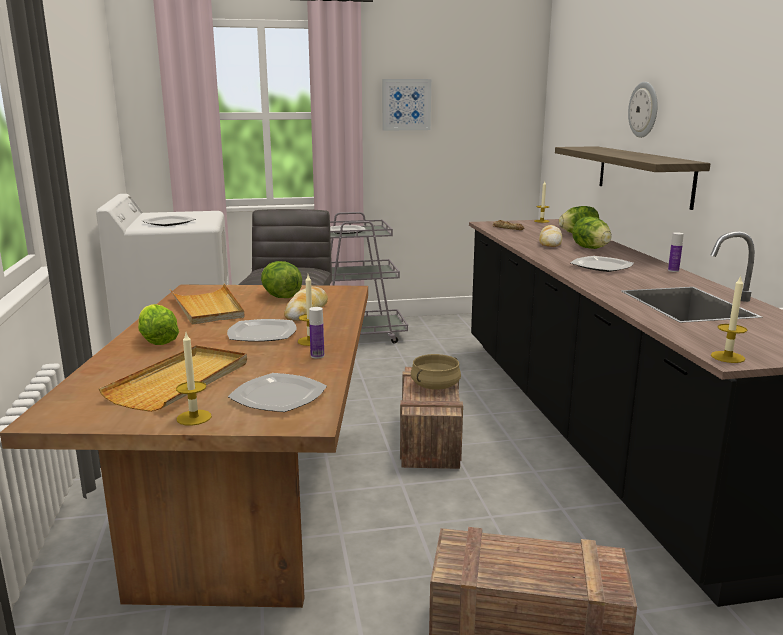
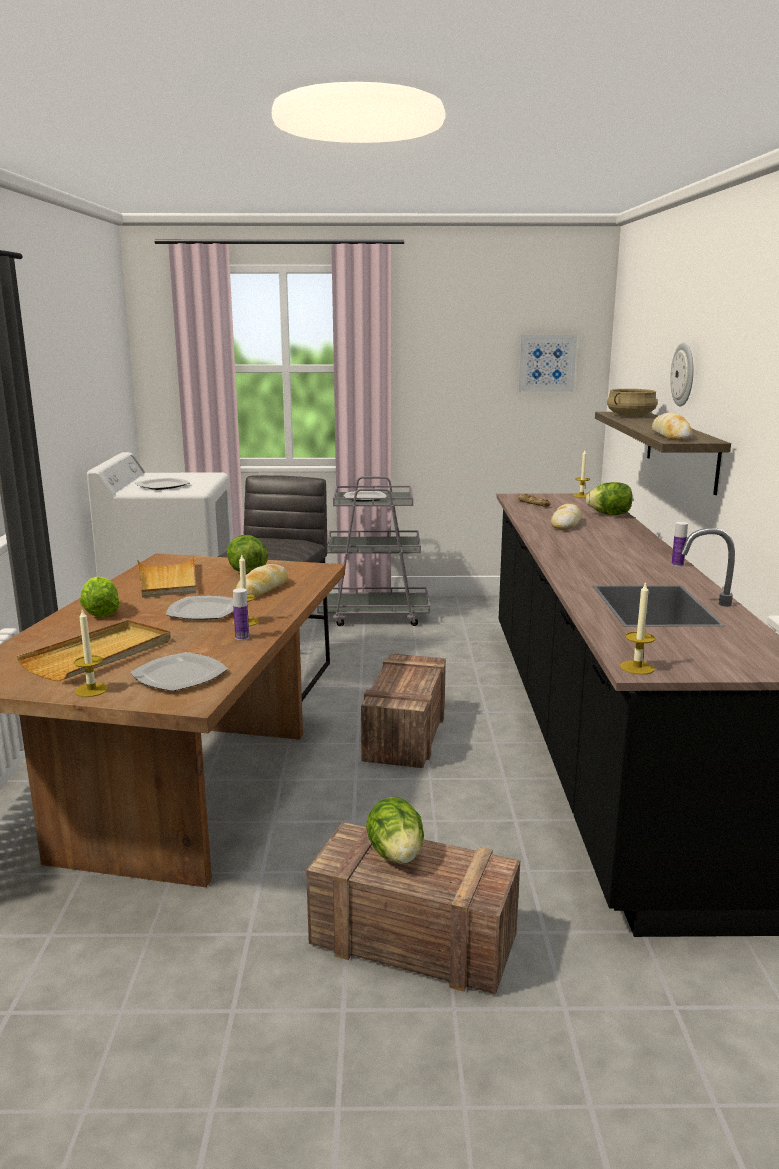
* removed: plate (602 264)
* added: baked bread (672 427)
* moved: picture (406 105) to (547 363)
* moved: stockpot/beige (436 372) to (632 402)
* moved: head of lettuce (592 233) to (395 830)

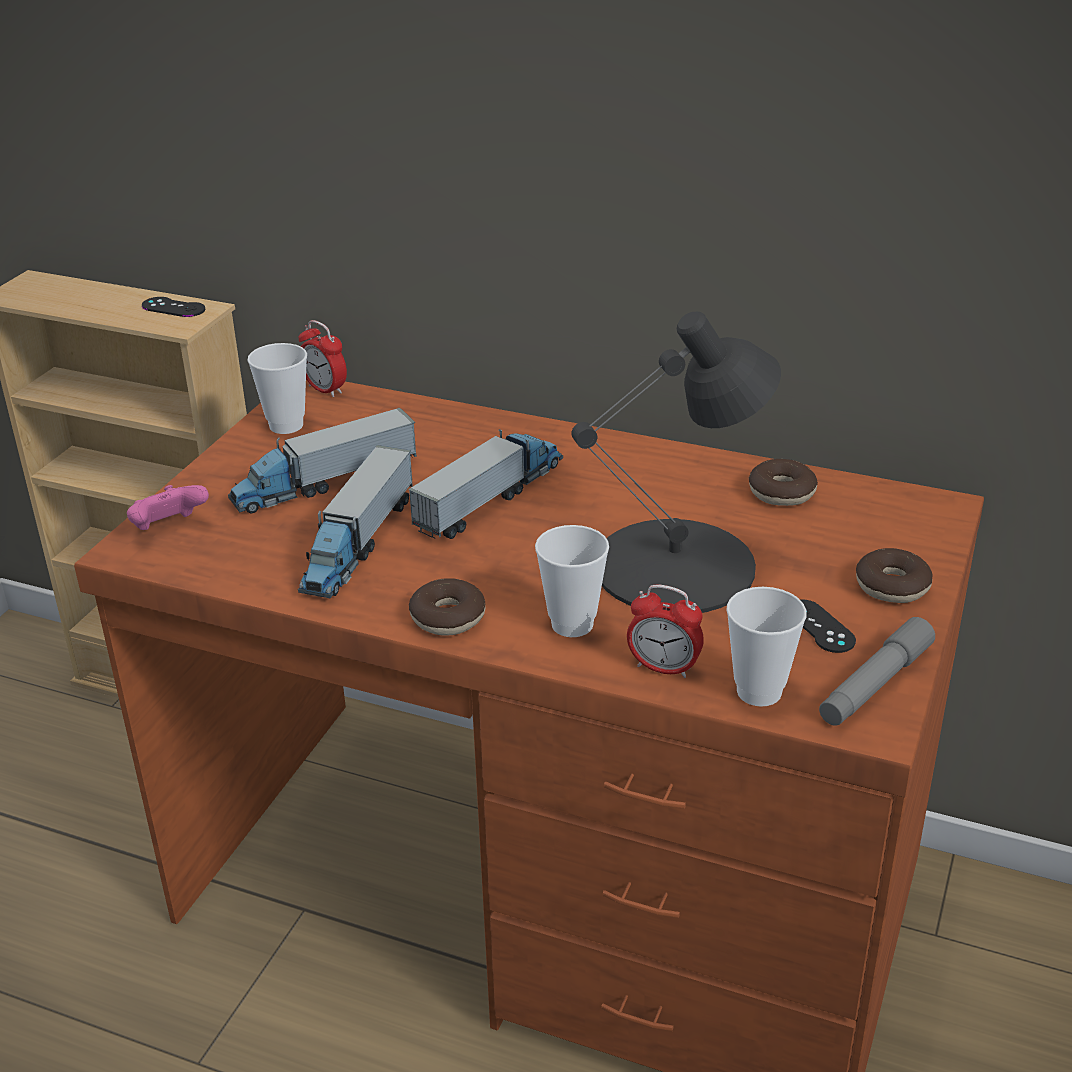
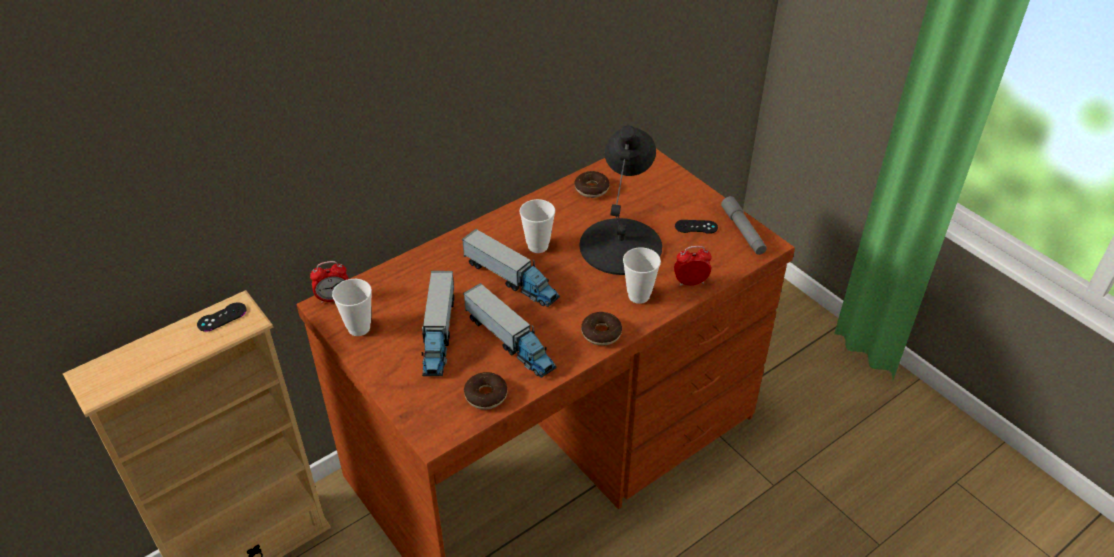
* removed: gamepad/pink (168 507)
* moved: drinking cup (766 647) to (537 226)
* moved: ring doughnut (894 575) to (486 391)
* turned: toy lorry (485 484) = (511 268) 150 degrees clockwise
* turned: table clock (665 631) = (693 266) 150 degrees counterclockwise

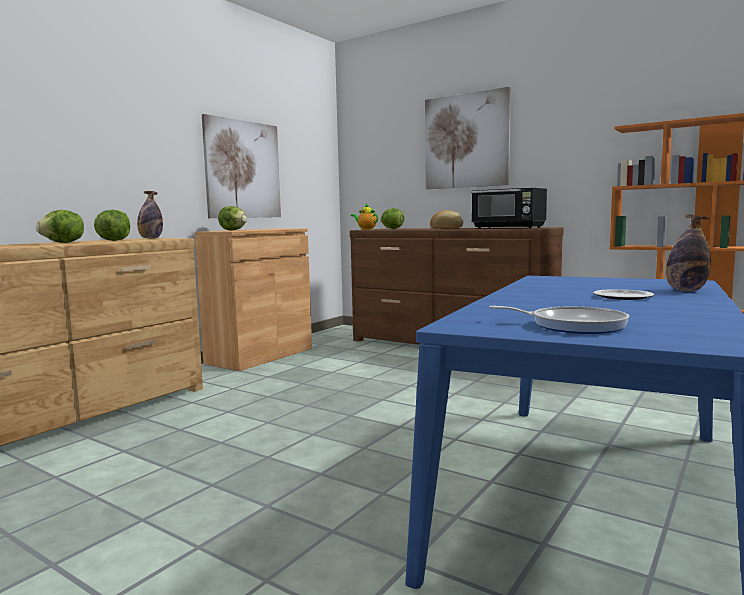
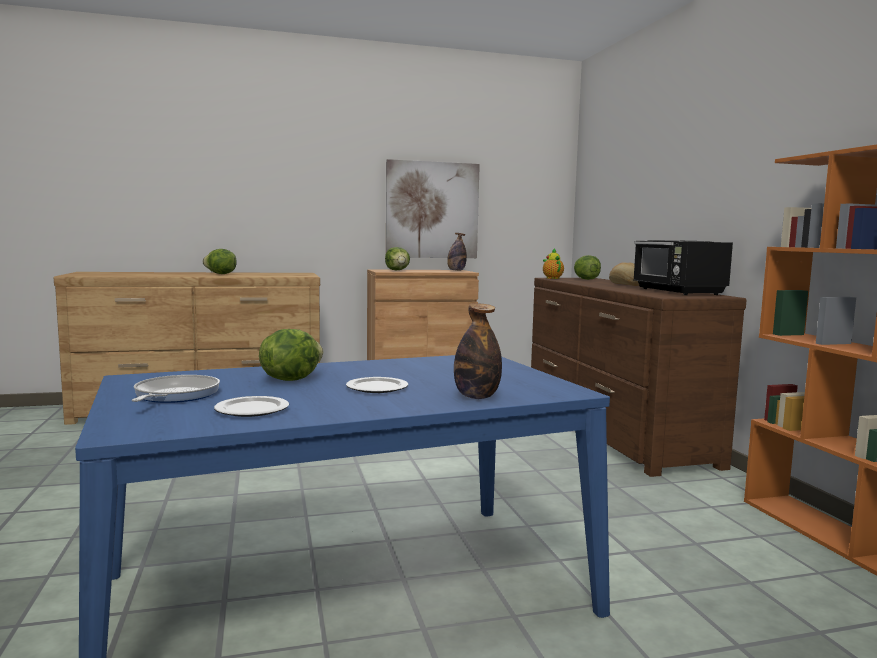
* removed: picture (468 138)
* added: plate (251 406)
* moved: head of lettuce (112 225) to (291 355)
* moved: drink bottle (150 214) to (457 252)
* turned: frying pan (559 320) = (176 389) 150 degrees counterclockwise

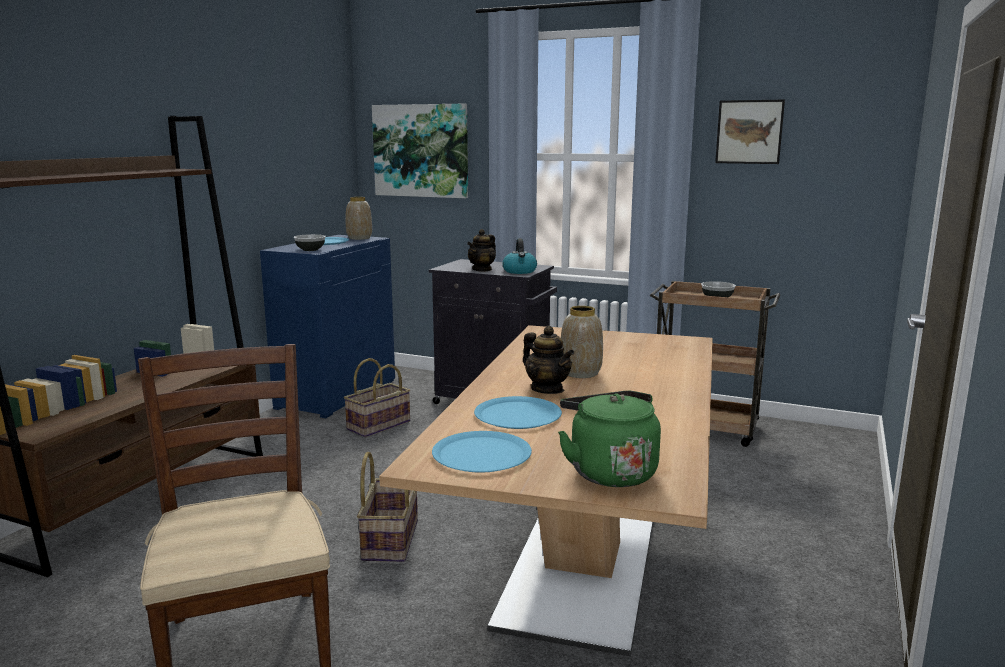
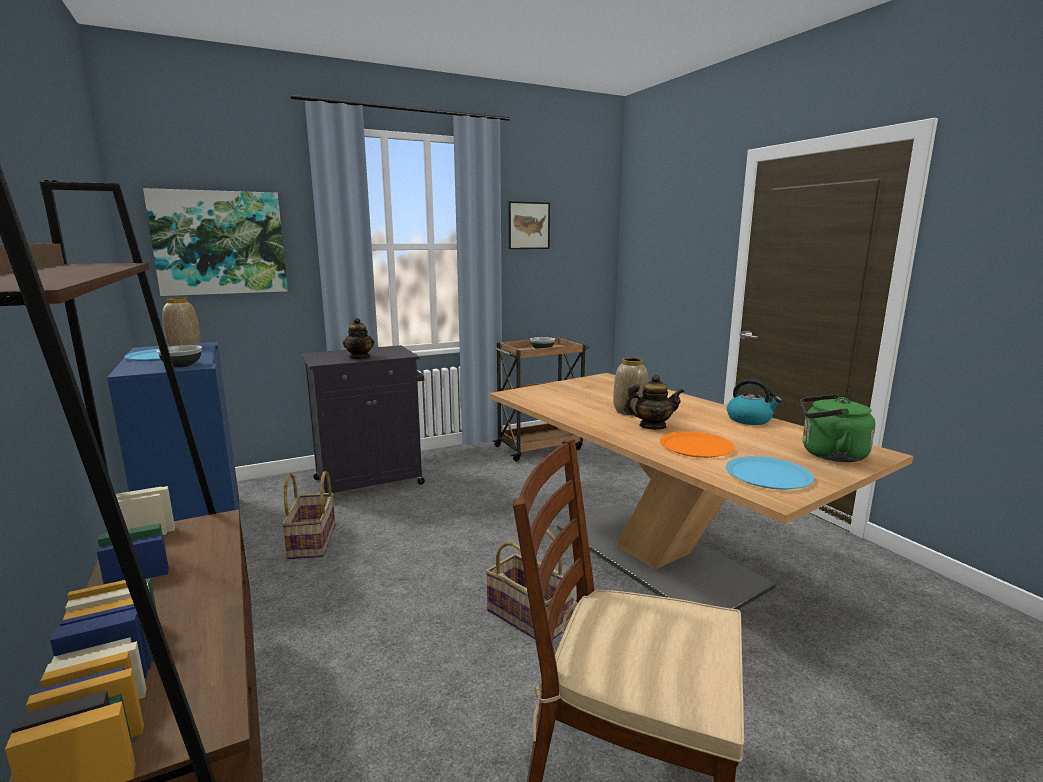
* moved: kettle (519 256) to (754 402)
* recoloured: plate/blue (518 412) to plate/orange (697 445)

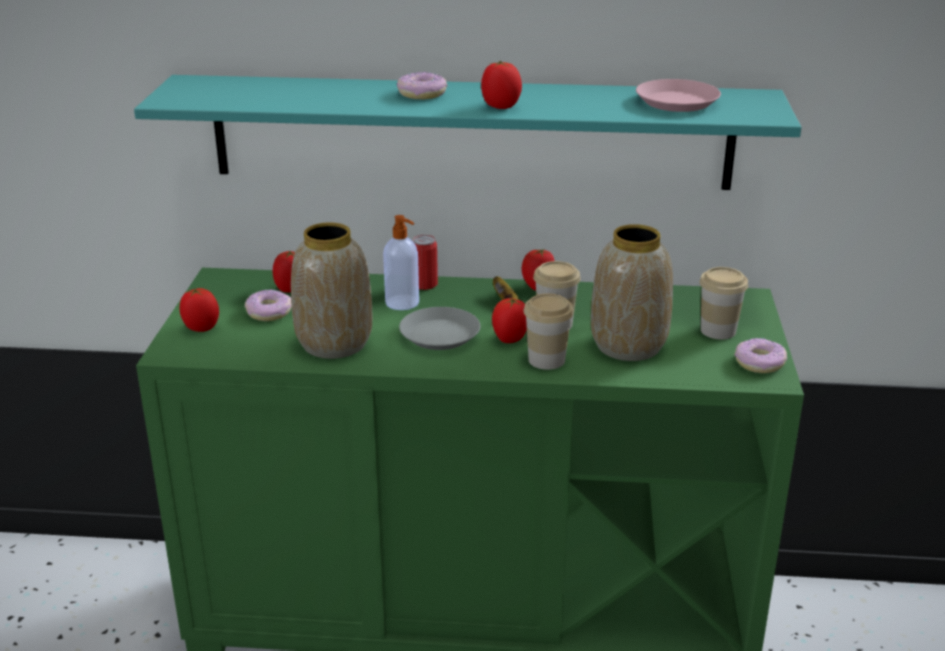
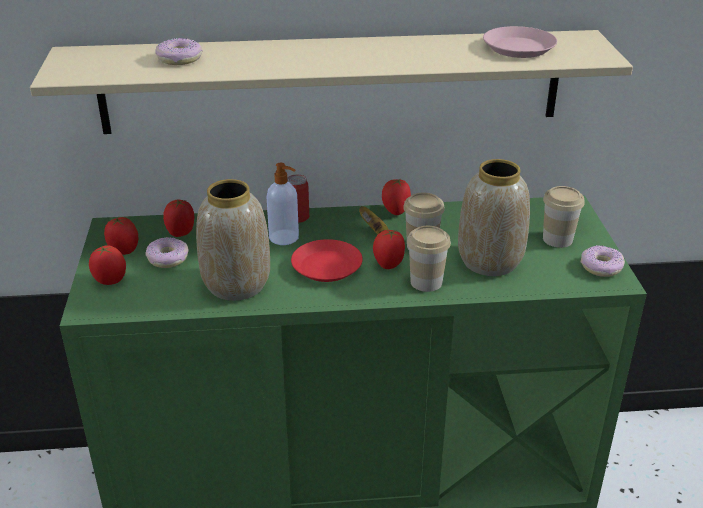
* moved: ring doughnut (422 85) to (179 51)
* moved: tomato (501 85) to (121 236)
* recoloured: bracket shelf/turquoise (468 132) to bracket shelf/beige (331 82)
* recoloured: plate/greyish (439 328) to plate/reddish (327 260)

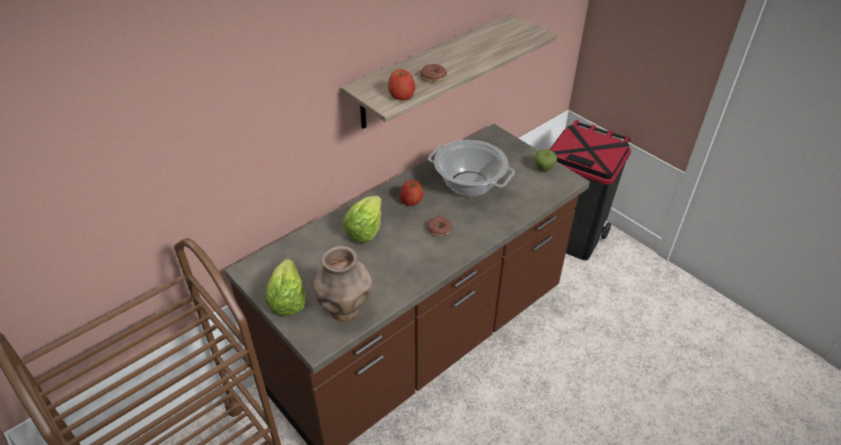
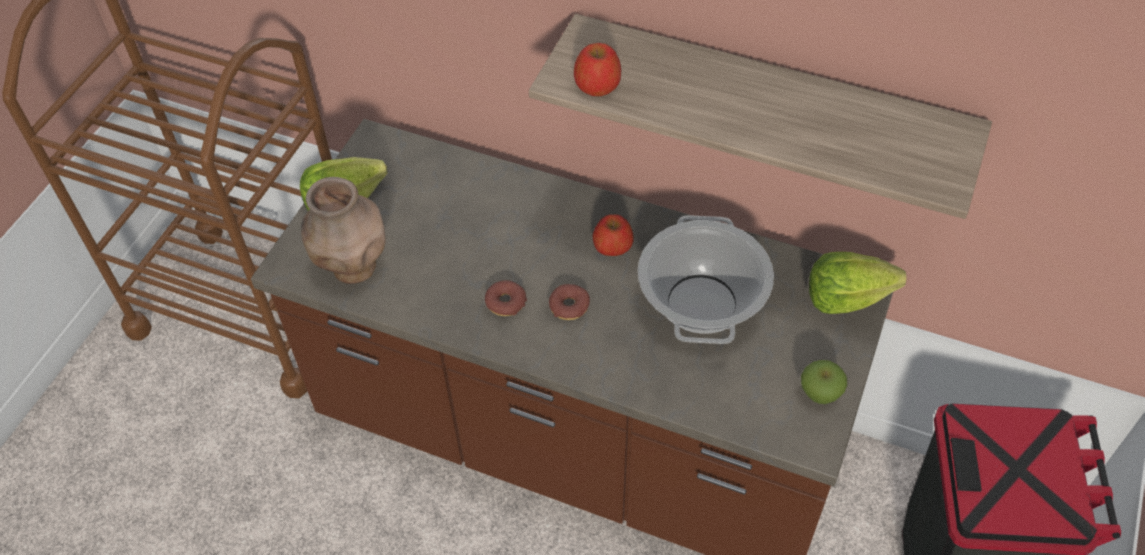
* moved: head of lettuce (362 218) to (857 283)
* moved: ring doughnut (434 73) to (506 298)

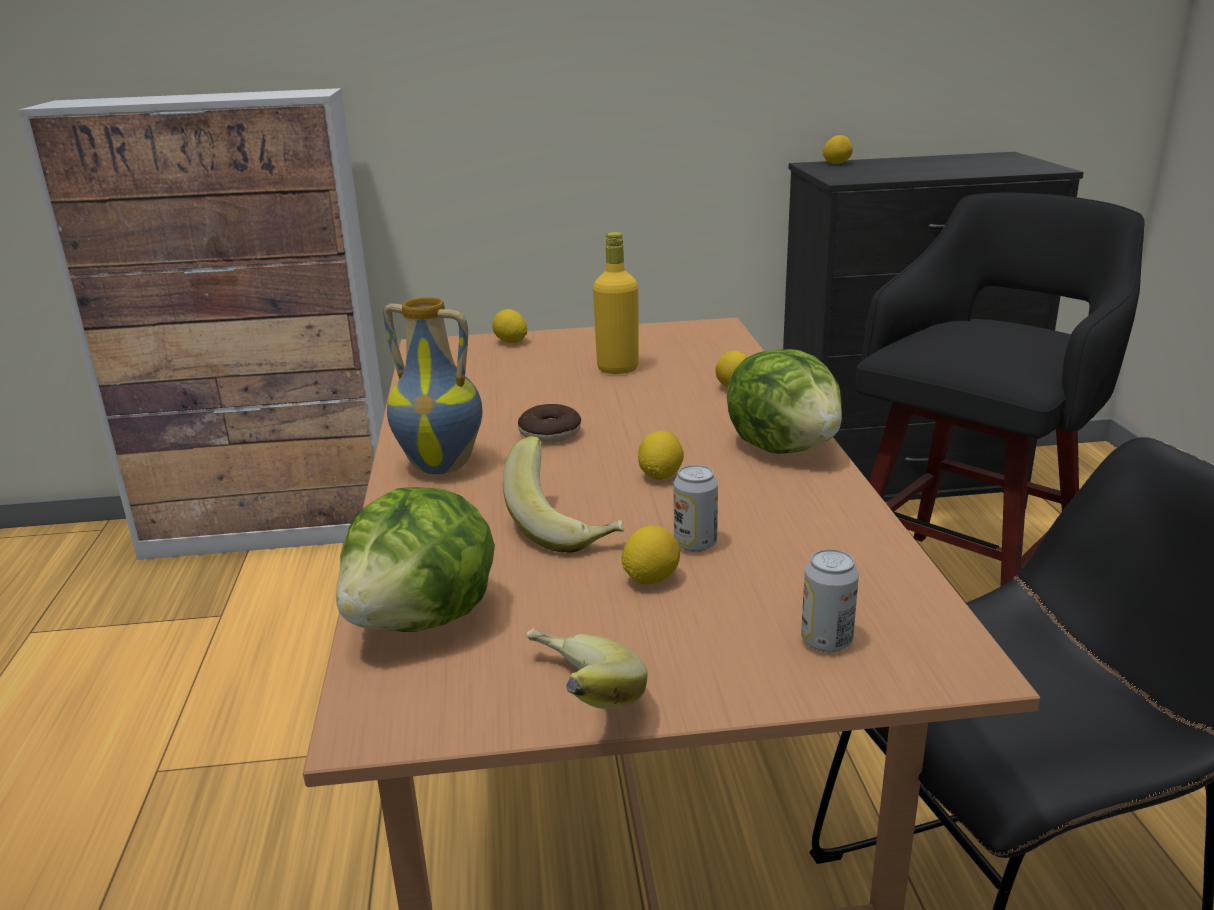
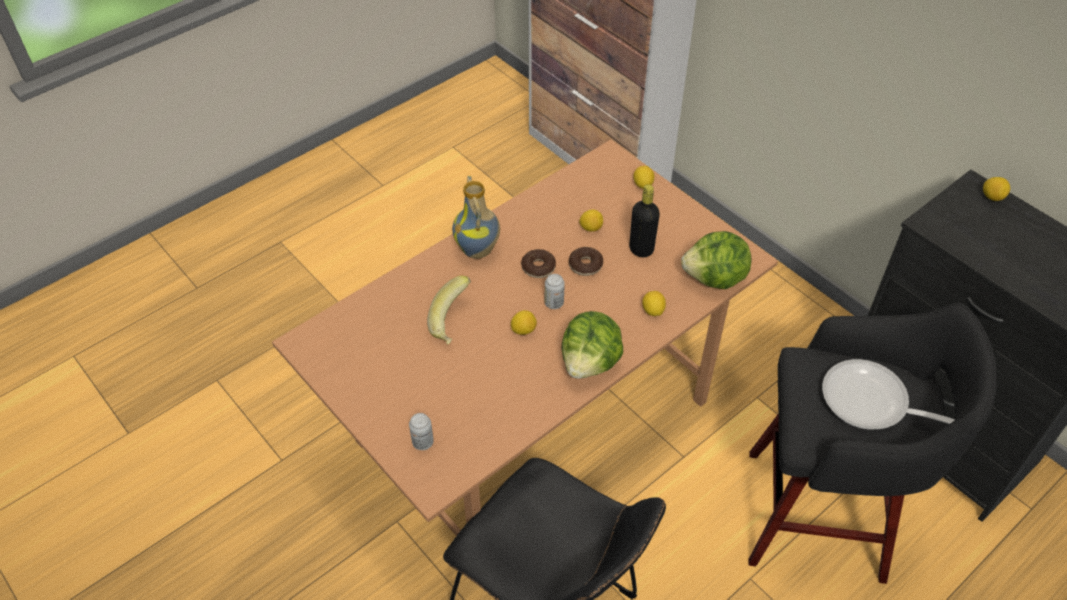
* removed: banana fruit (587 668)
* added: ring doughnut (586 261)
* added: frying pan (888 394)
* moved: head of lettuce (415 559) to (716 260)
* moved: whole lemon (651 555) to (591 220)
* moved: sealed can (696 508) to (555 291)
* recoloured: drink bottle/yellowish (616 303) to drink bottle/blackish (644 220)

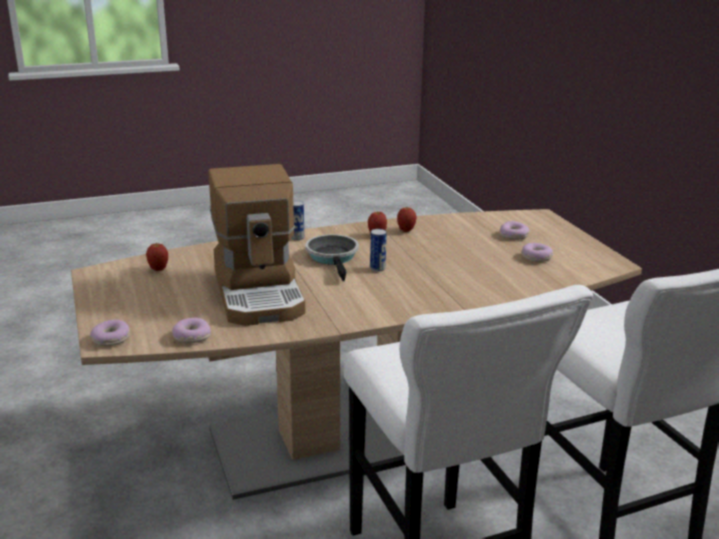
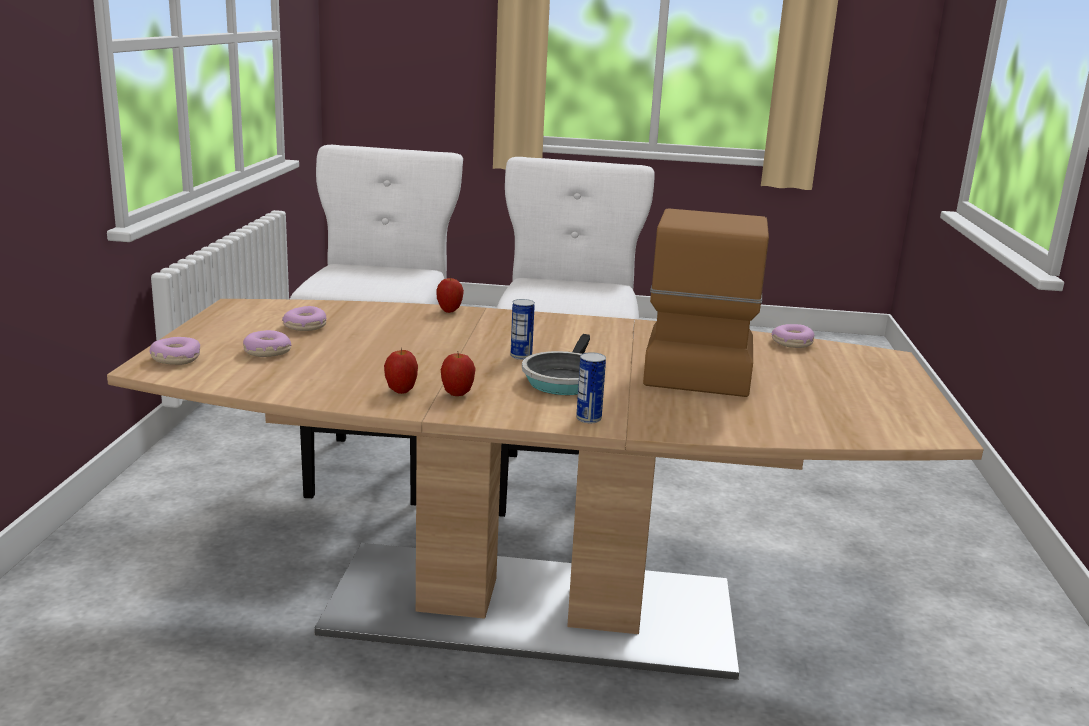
* moved: ring doughnut (110 333) to (175 351)
* moved: apple fruit (157 257) to (450 295)

